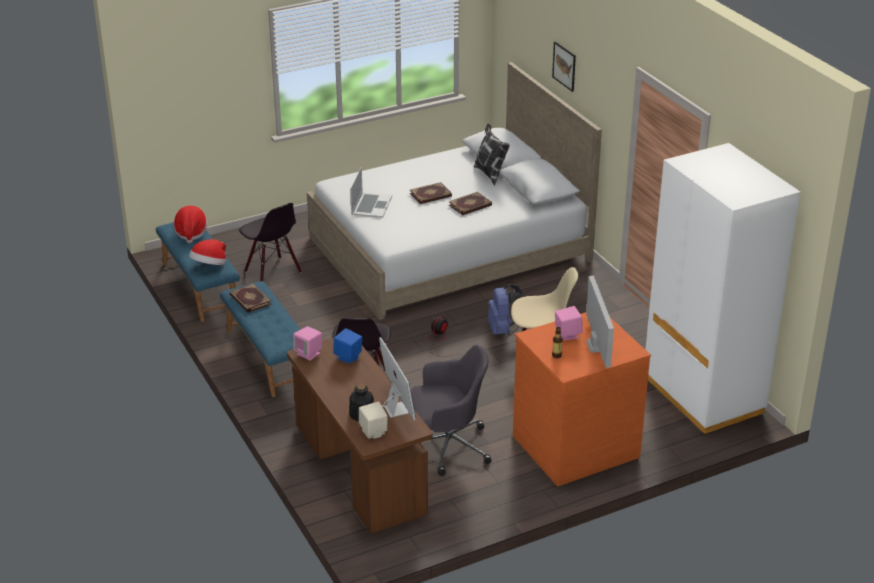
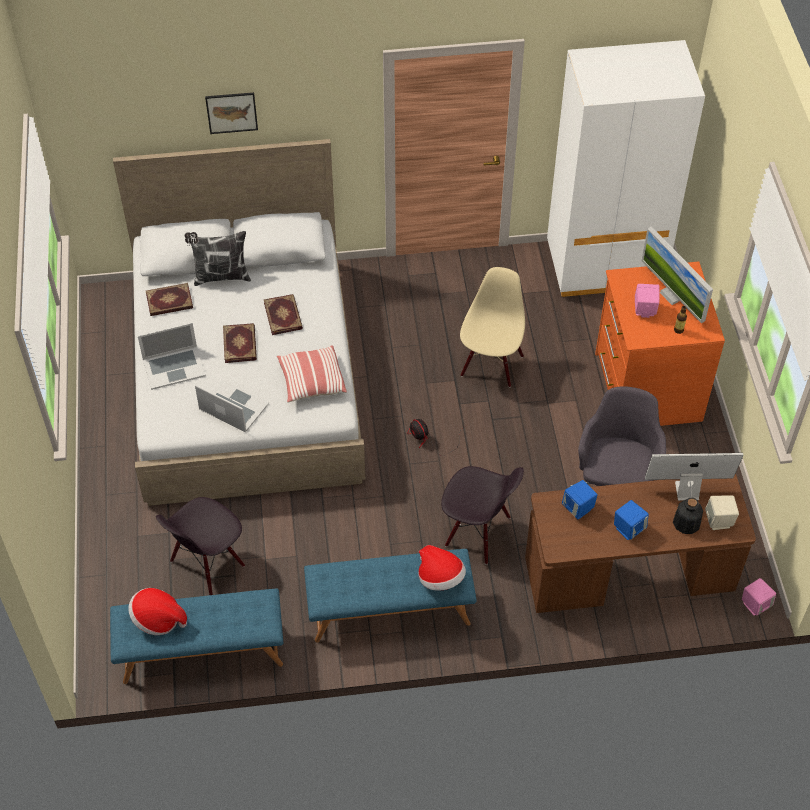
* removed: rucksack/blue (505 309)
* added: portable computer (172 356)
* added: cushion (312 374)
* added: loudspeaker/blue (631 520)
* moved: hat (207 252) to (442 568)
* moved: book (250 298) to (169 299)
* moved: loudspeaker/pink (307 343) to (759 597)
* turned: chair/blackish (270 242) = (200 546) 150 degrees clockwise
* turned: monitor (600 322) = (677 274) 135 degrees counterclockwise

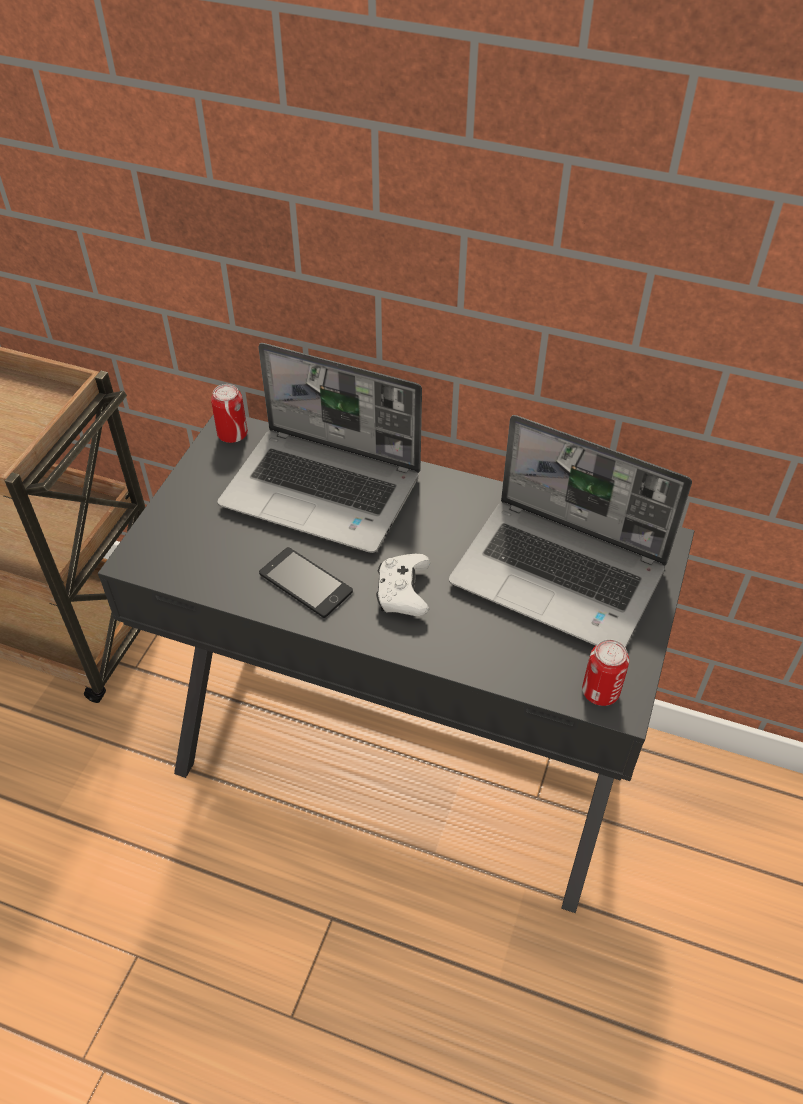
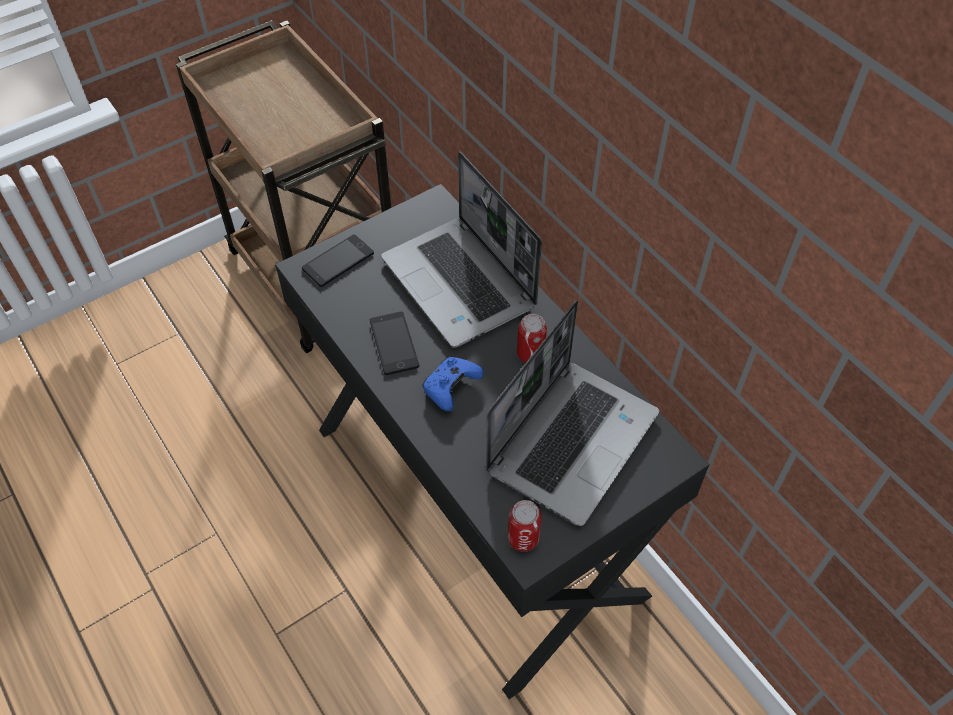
* added: phone (338 260)
* moved: sealed can (229 413) to (532 338)
* recoloured: gamepad/white-coloured (403 585) to gamepad/blue (453 384)
* turned: portable computer (570 531) = (572 413) 120 degrees counterclockwise

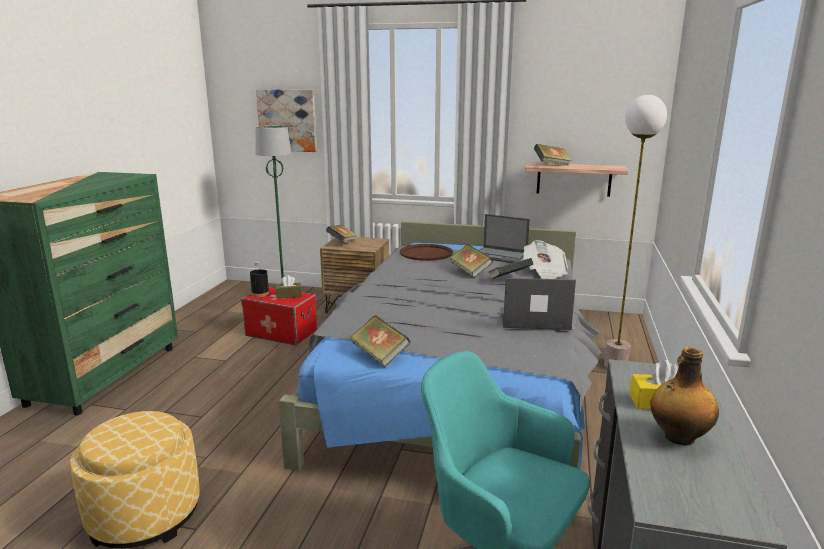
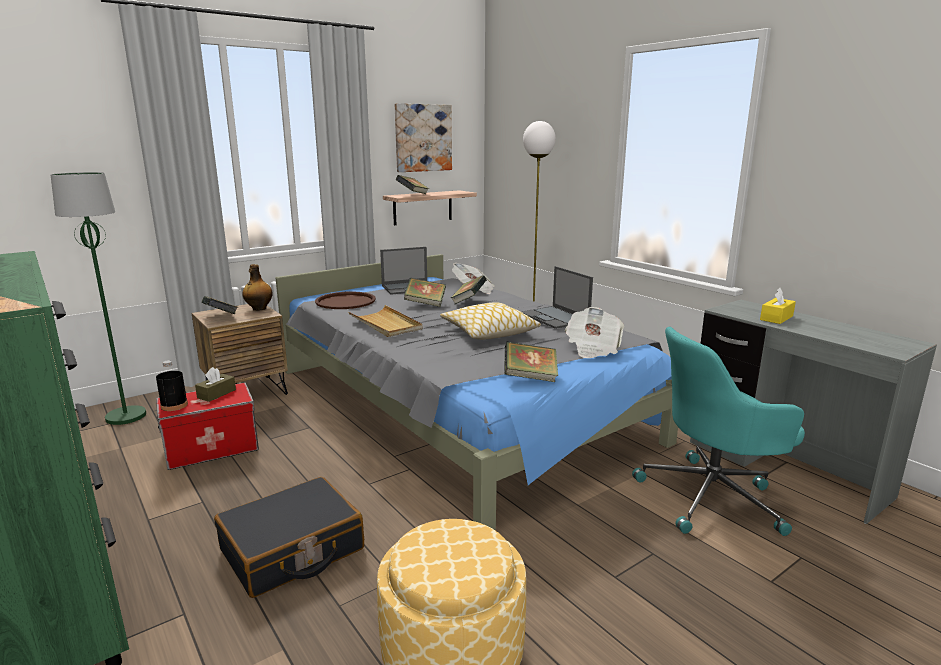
* added: suitcase/blackish (289 537)
* added: carrying tray/beige (385 321)
* added: cushion (490 321)
* added: daily paper (594 332)
* moved: picture (286 120) to (423 137)
* moved: drink bottle (685 396) to (257 287)
* turned: portable computer (538 304) = (557 297) 75 degrees counterclockwise

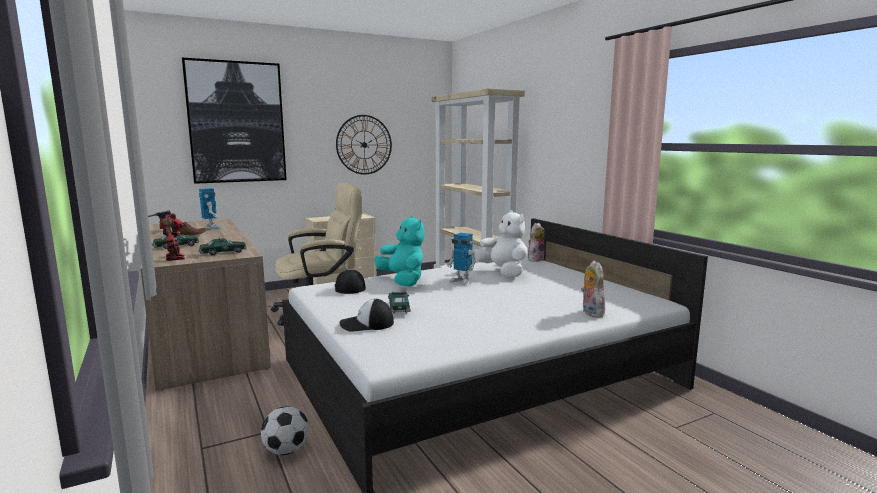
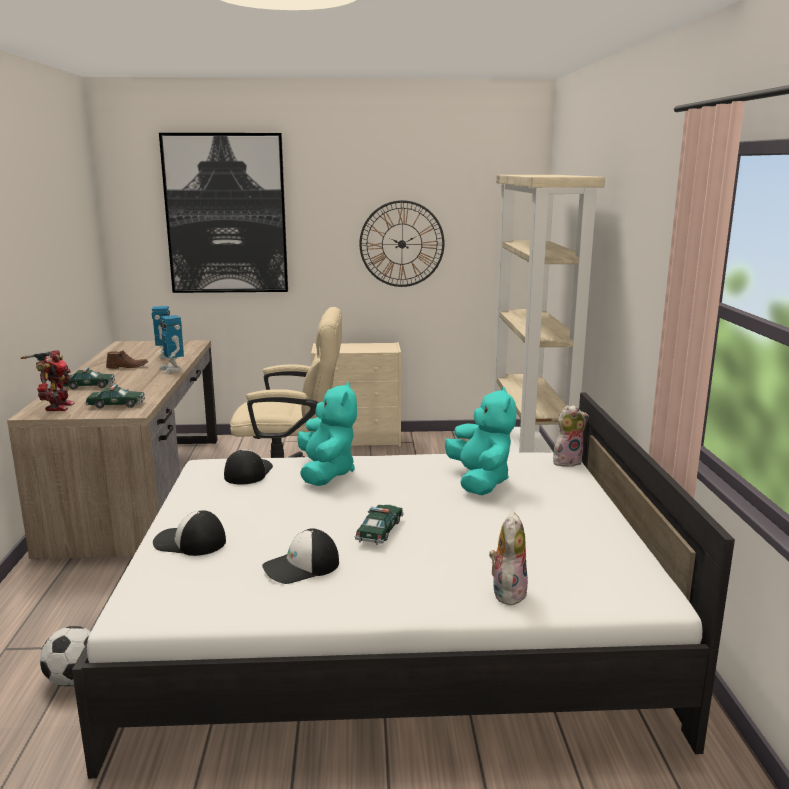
* added: peaked cap (300 556)
* moved: toy car (399 302) to (379 525)
* moved: robot figure (462 259) to (171 344)
* recoloured: cuddly toy/white-coloured (501 243) to cuddly toy/turquoise (481 441)

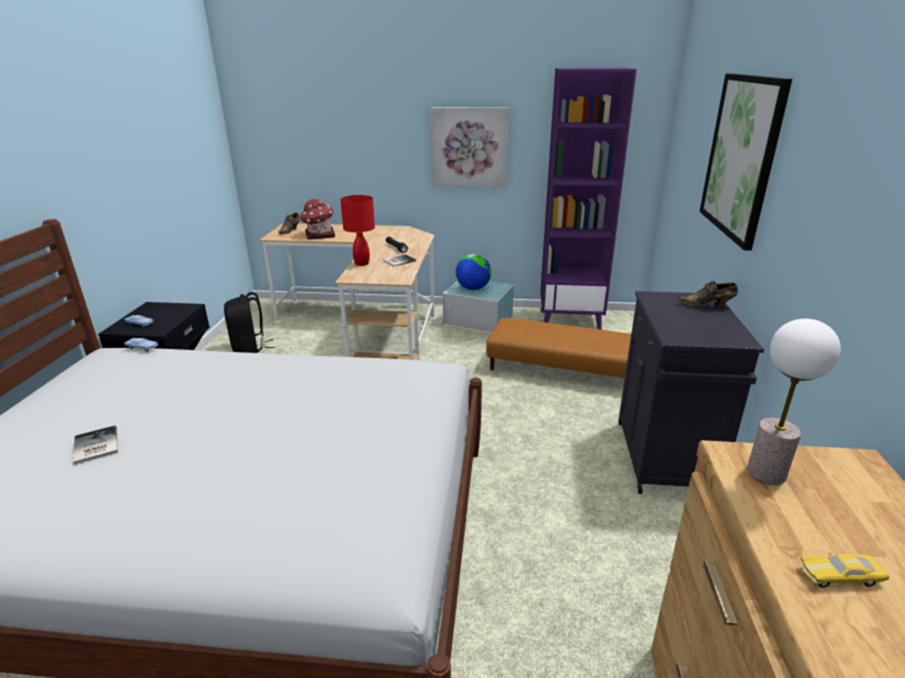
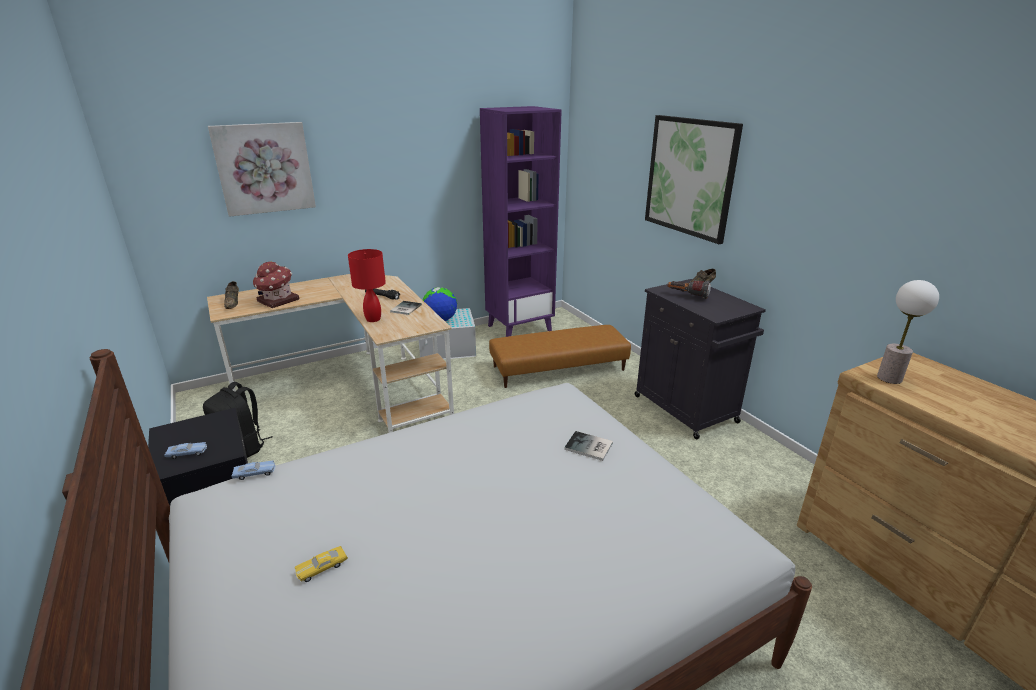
* added: flashlight (689 289)
* moved: book (95 445) to (588 446)
* moved: picture (470 147) to (262 169)
* moved: toy car/yellowish (844 570) to (321 564)

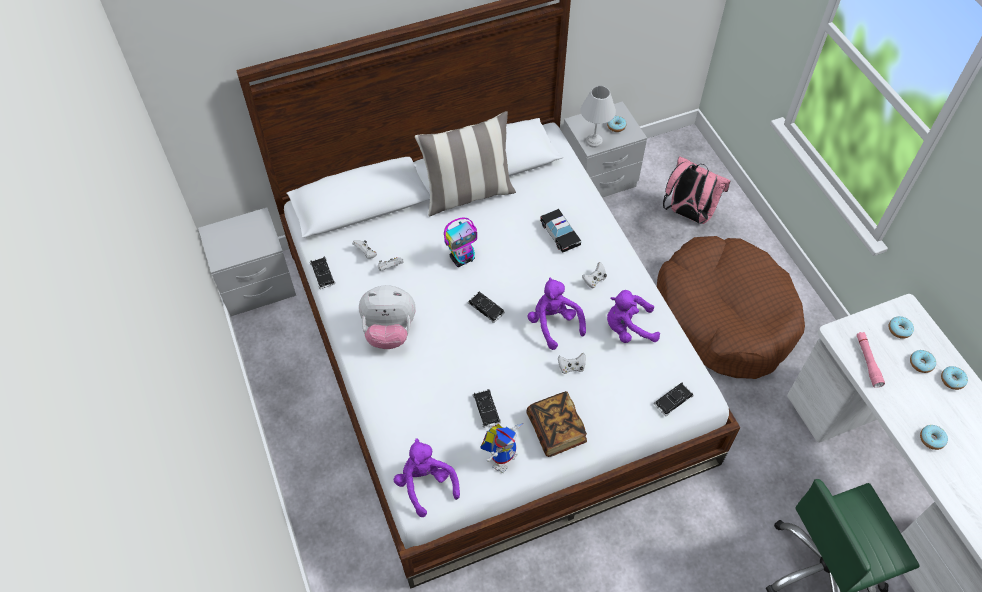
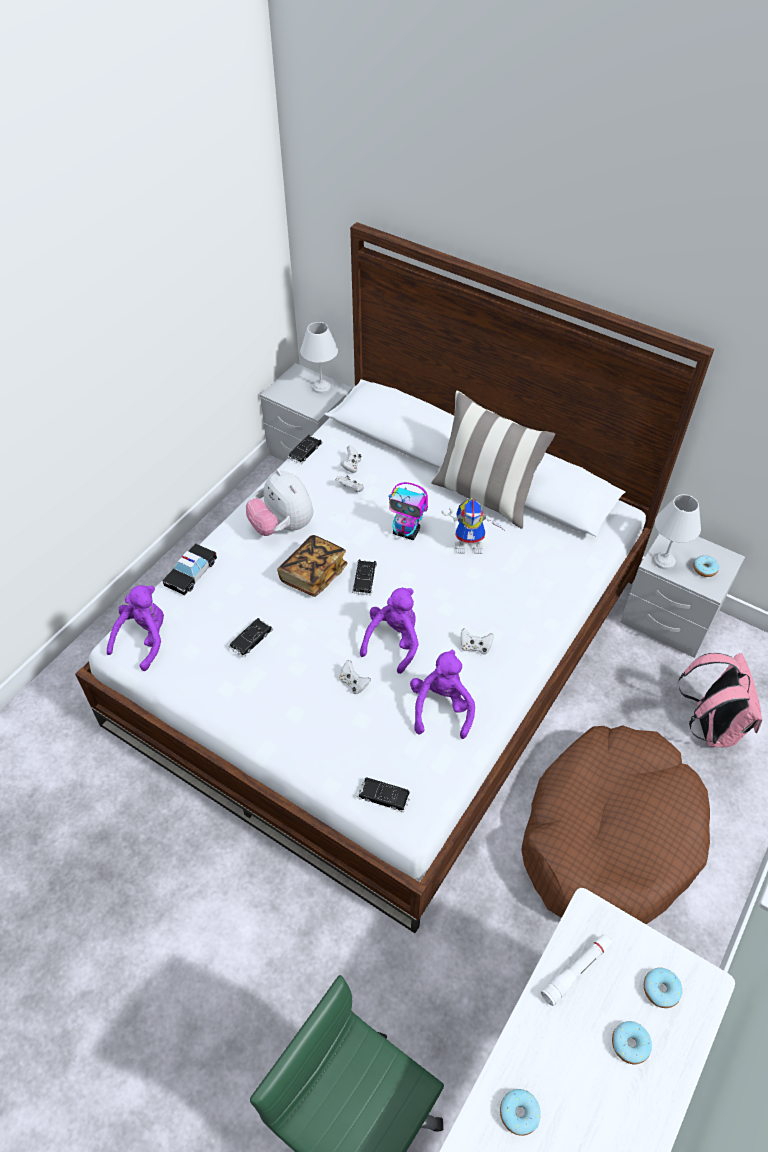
* removed: ring doughnut (954 378)
* added: table lamp/white-coloured (319 358)
* moved: robot figure (502 448) to (473 526)
* moved: book (556 424) to (312 566)
* moved: toy car (560 231) to (190 569)
* recoloured: flashlight/pink (871 360) to flashlight/white-coloured (576 970)
* turned: cuddly toy/purple-coloured (633 316) = (442 694) 45 degrees clockwise

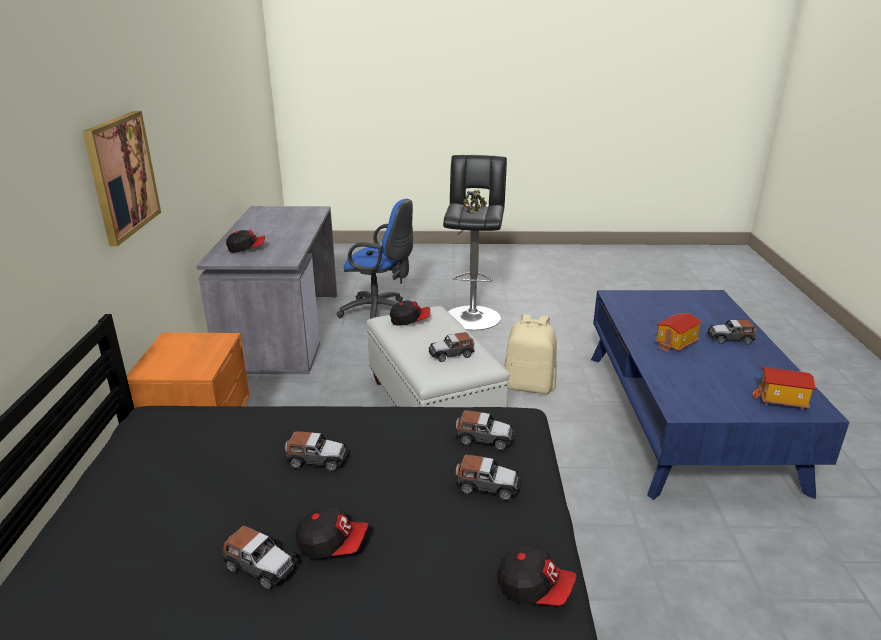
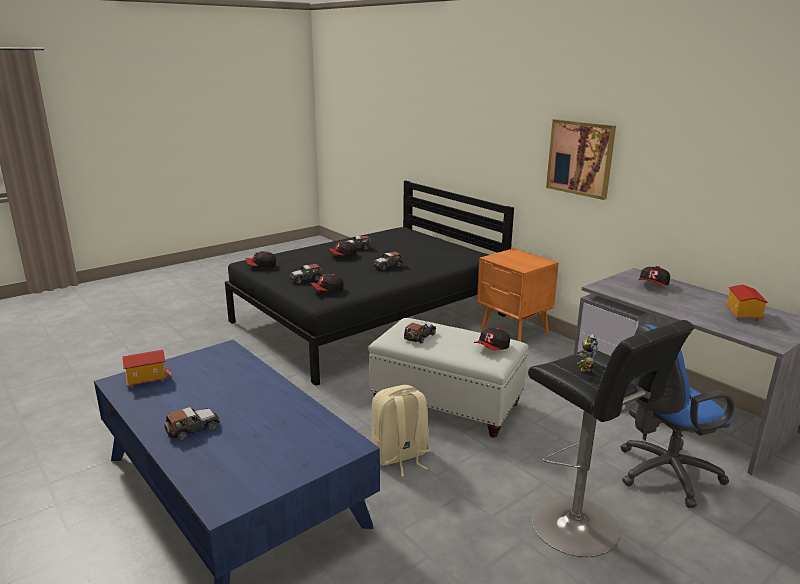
* moved: model house (678 332) to (746 303)
* replaced: toy car (485 430) to peaked cap (327 283)

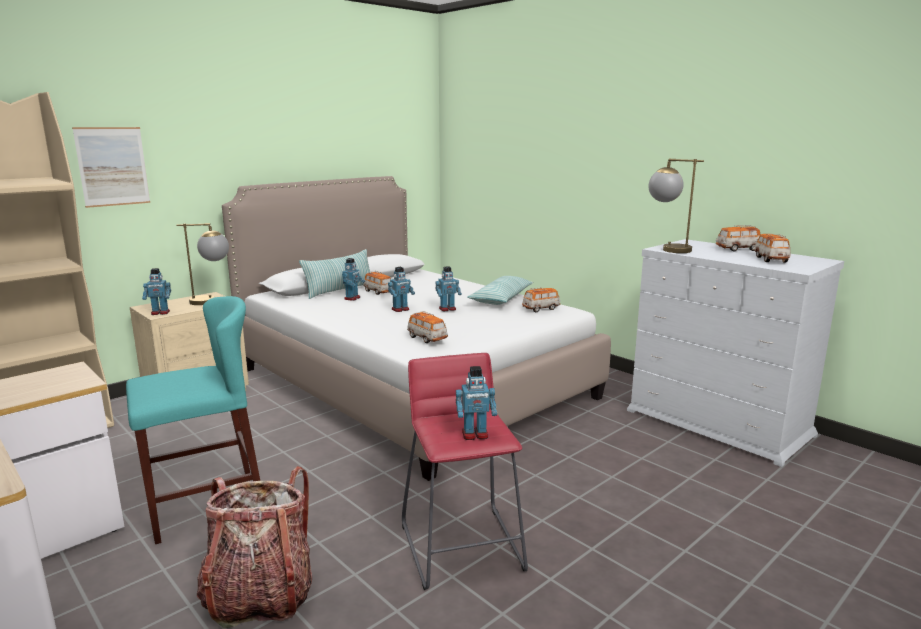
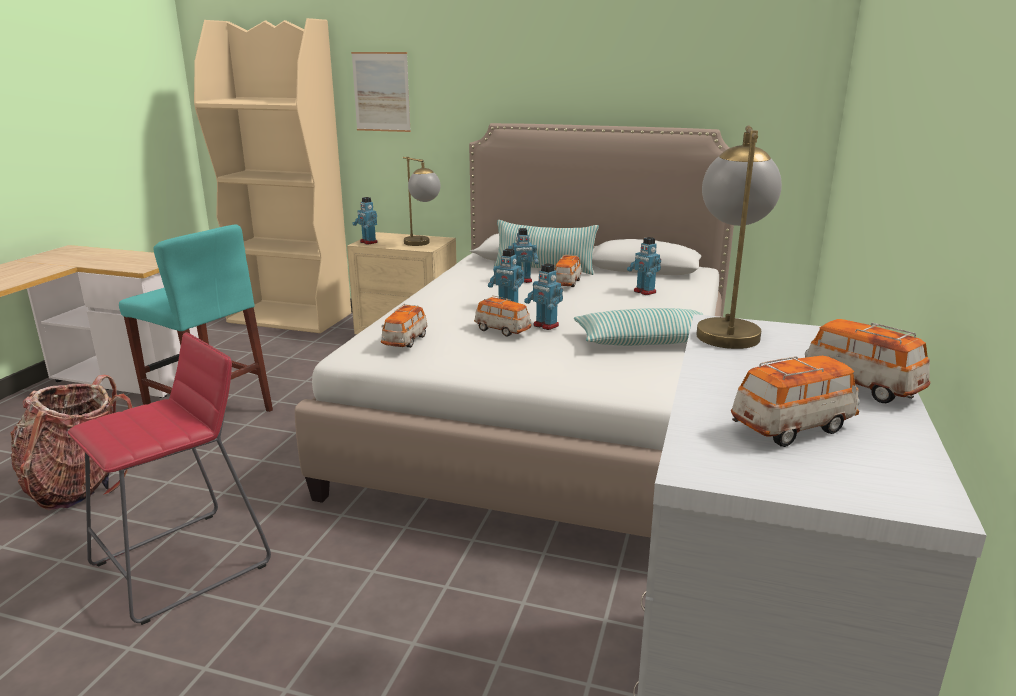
* moved: robot figure (476 403) to (644 266)
* moved: toy car (541 300) to (503 316)

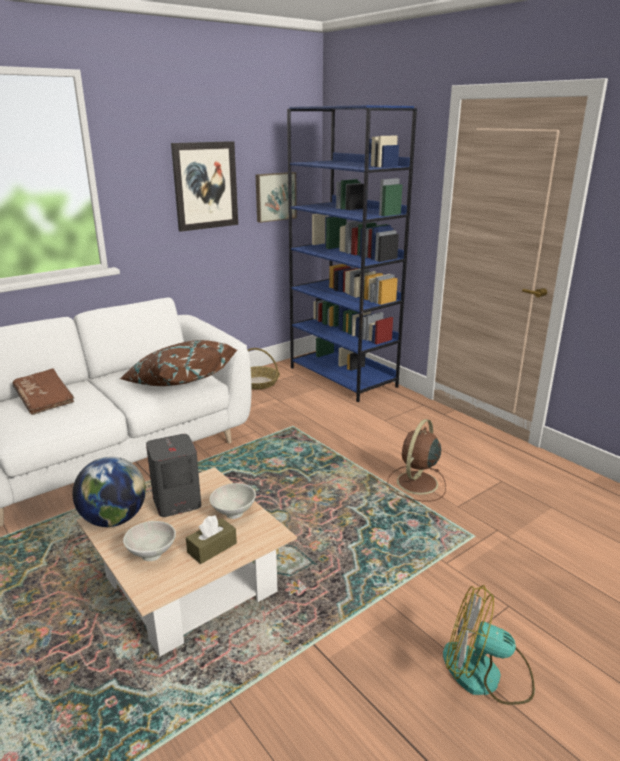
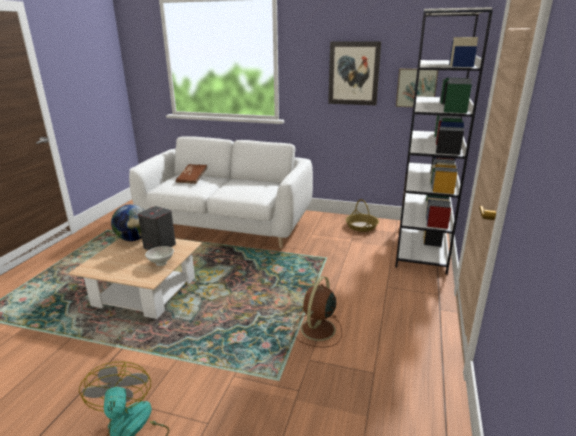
* removed: cushion/brown-coloured (178 363)
* removed: deep dish/white-coloured (149 541)
* removed: tissue box/brown-coloured (211 540)
* recoloured: shelving unit/blue (352 253) to shelving unit/white-coloured (444 140)
* turned: cooling fan/brown-coloured (416 460) = (317 312) 60 degrees counterclockwise

